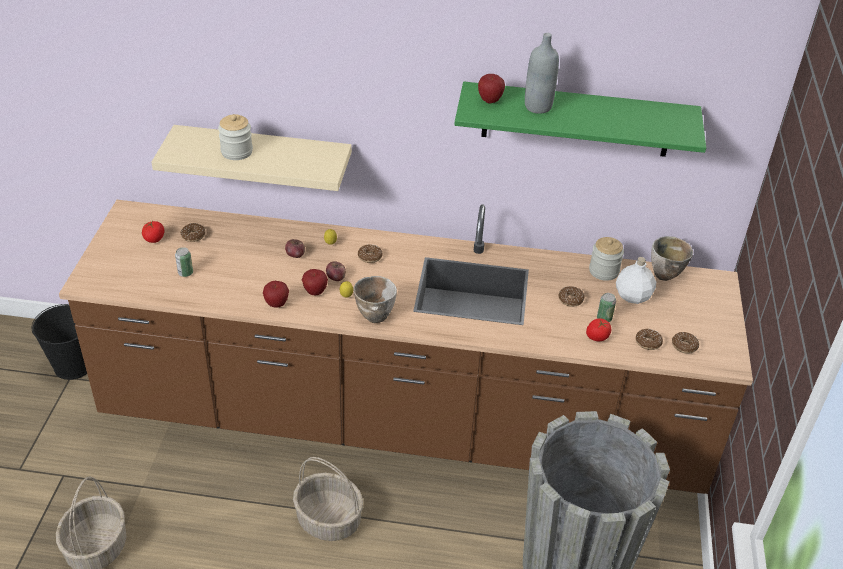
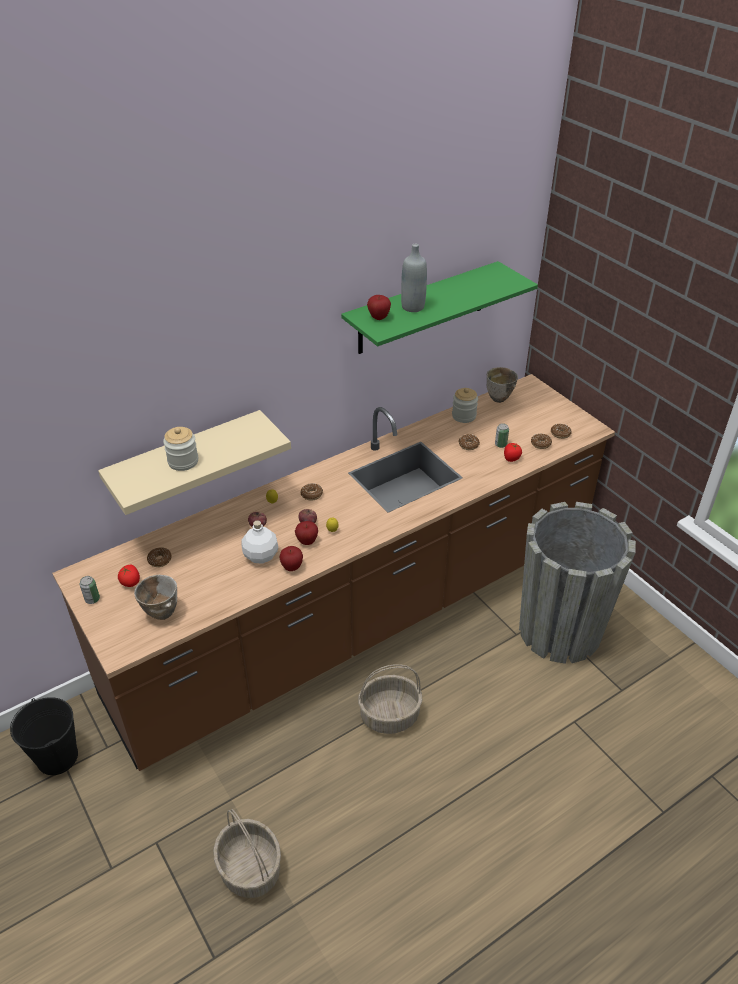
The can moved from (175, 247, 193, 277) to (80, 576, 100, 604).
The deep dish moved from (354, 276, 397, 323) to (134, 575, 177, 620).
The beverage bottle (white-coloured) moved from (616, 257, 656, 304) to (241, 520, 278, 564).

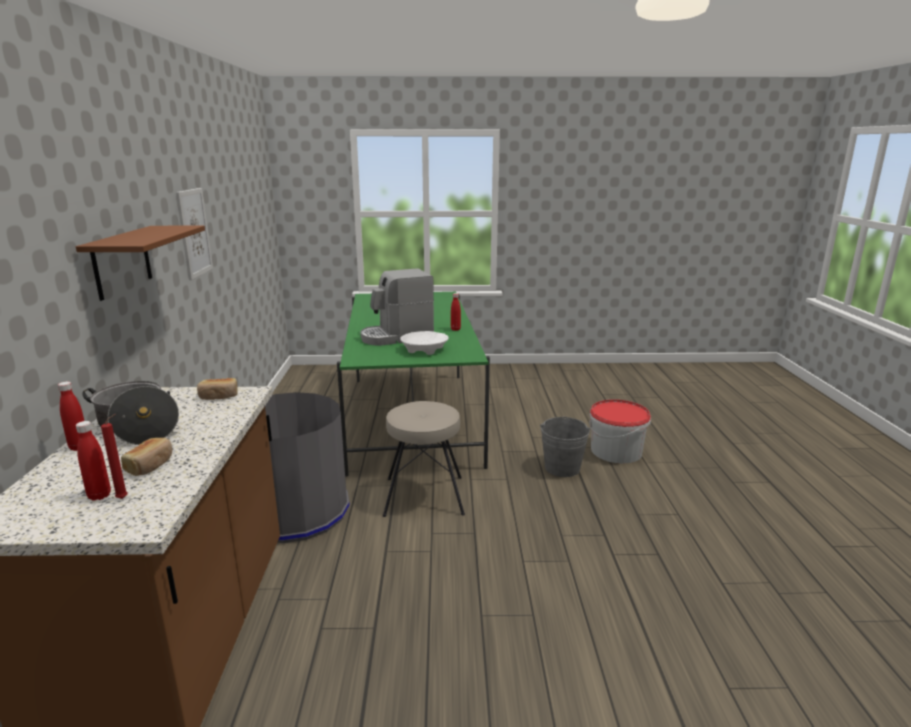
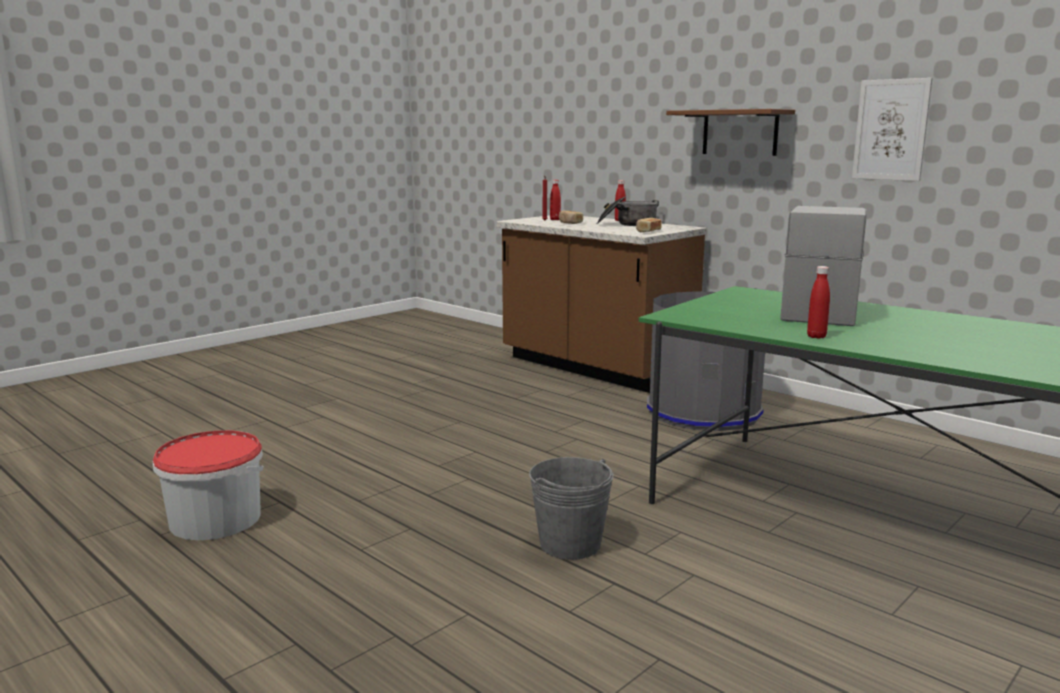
The pail moved from (589, 399, 651, 464) to (153, 430, 264, 540).
The sitting stool (beige-coloured) at (383, 401, 465, 517) disappeared.
The deep dish (white-coloured) at (400, 331, 449, 355) disappeared.

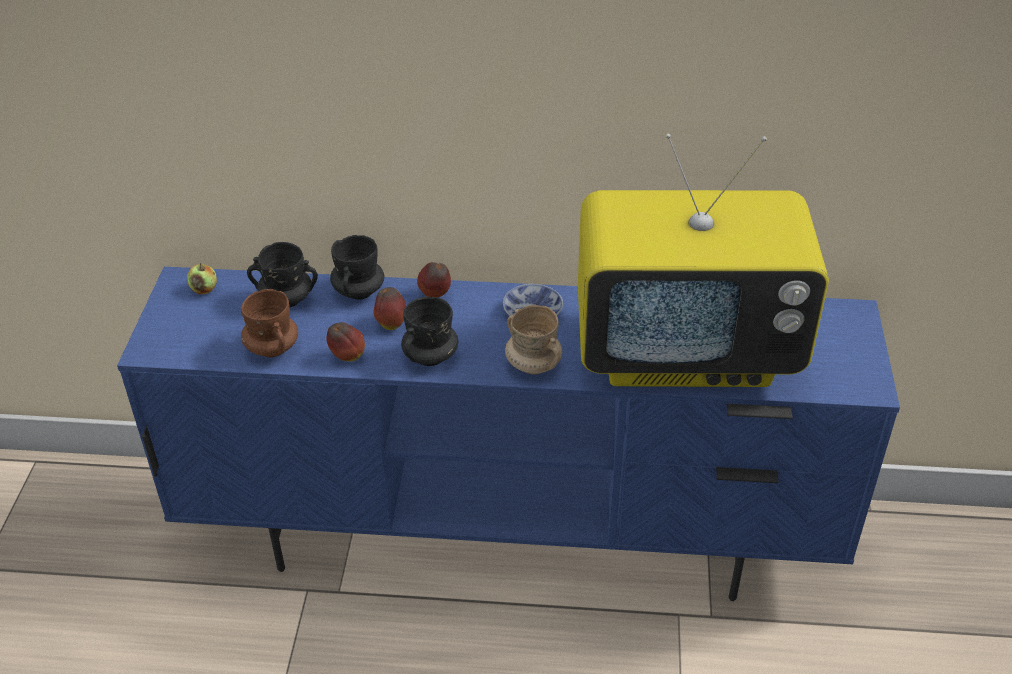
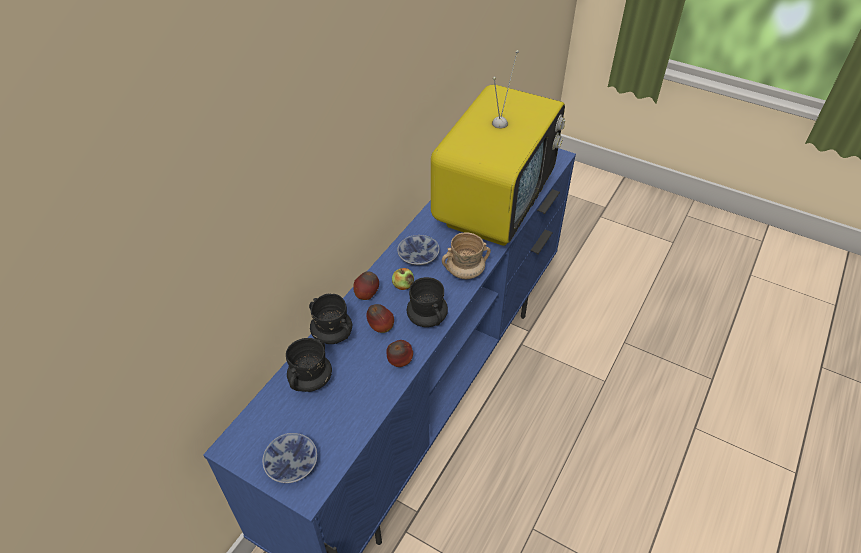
The deep dish at (262, 433, 317, 483) appeared.
The apple moved from (187, 263, 217, 294) to (392, 268, 414, 290).
The tea mug (brown) at (241, 289, 298, 357) disappeared.

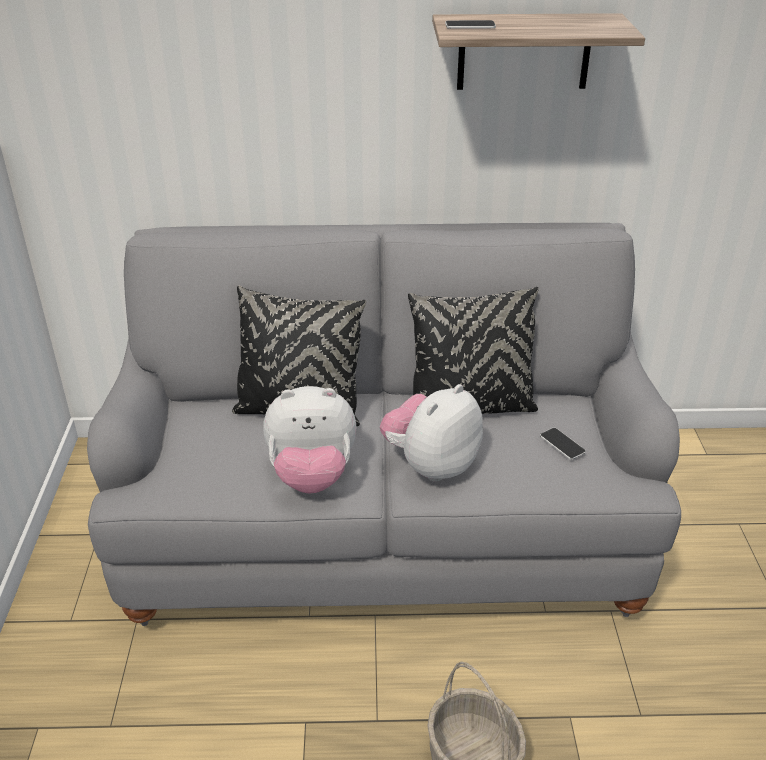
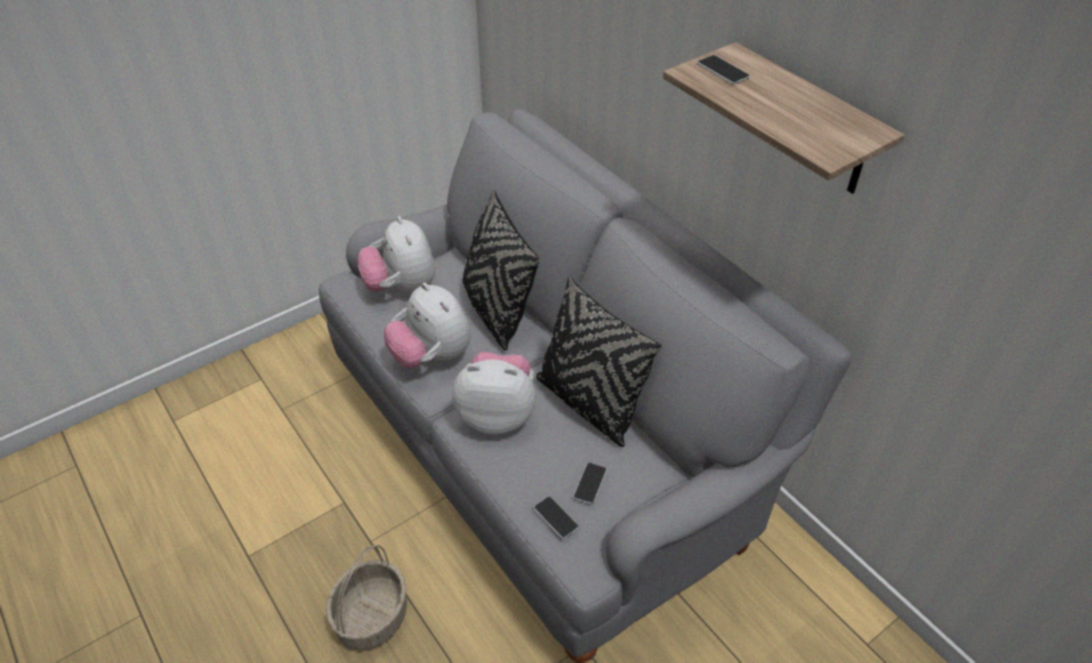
The soft toy at (358, 216, 435, 293) appeared.
The phone at (534, 496, 579, 539) appeared.

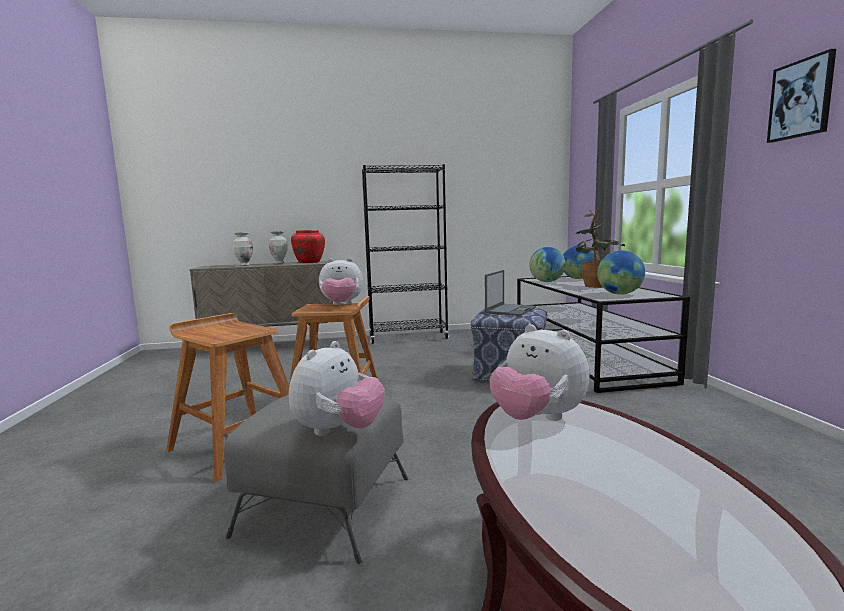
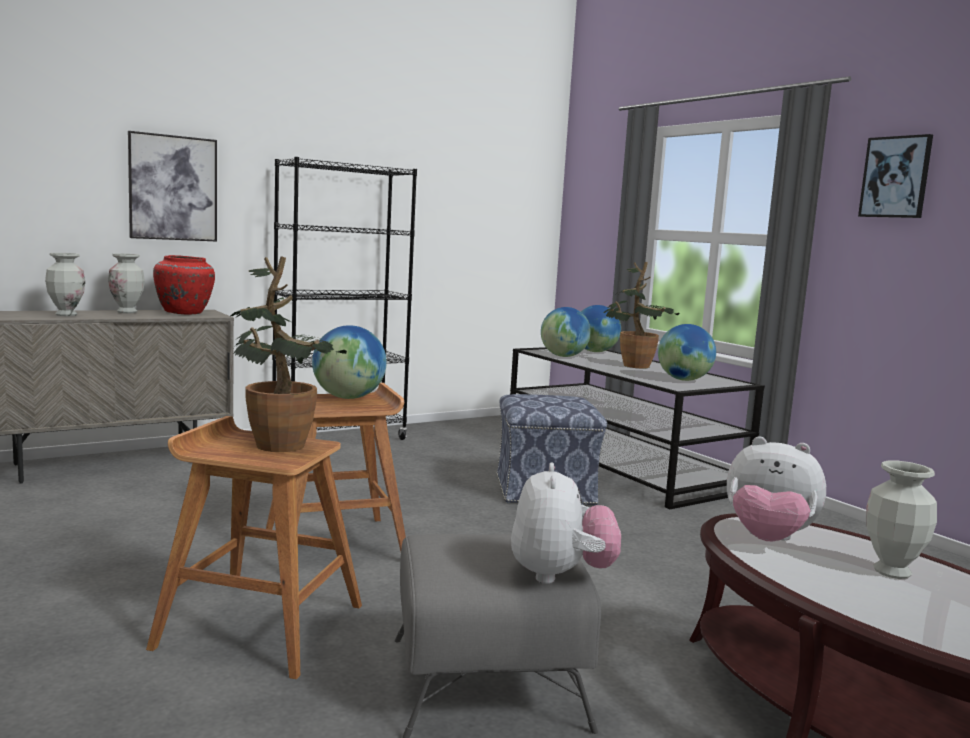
The wall art at (128, 131, 217, 241) appeared.
The plant in a pot at (230, 256, 347, 452) appeared.
The soft toy at (319, 258, 363, 305) was replaced by the world globe at (312, 325, 387, 399).
The vase at (866, 461, 937, 579) appeared.
The notebook computer at (485, 270, 536, 316) disappeared.

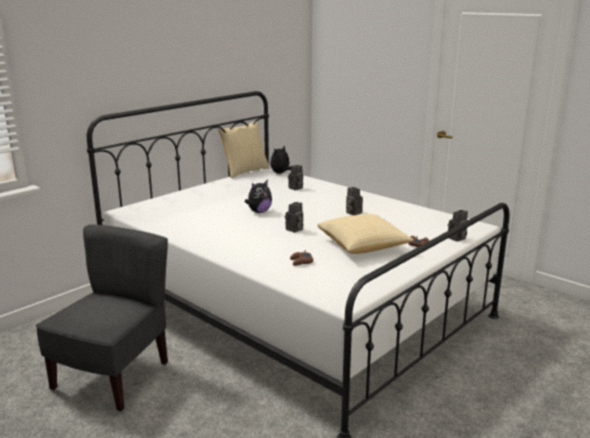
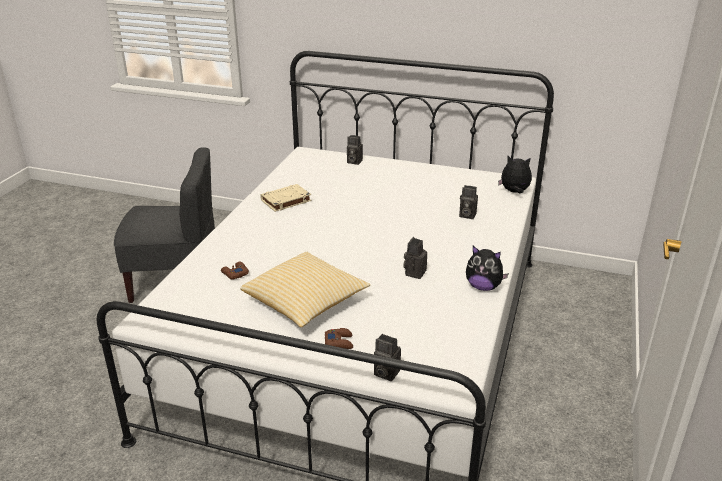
The bound book (beige-coloured) at (260, 184, 311, 212) appeared.
The still camera moved from (285, 202, 303, 233) to (347, 135, 363, 165).
The soft toy moved from (245, 180, 272, 213) to (466, 246, 509, 291).
The throw pillow at (218, 121, 270, 178) disappeared.

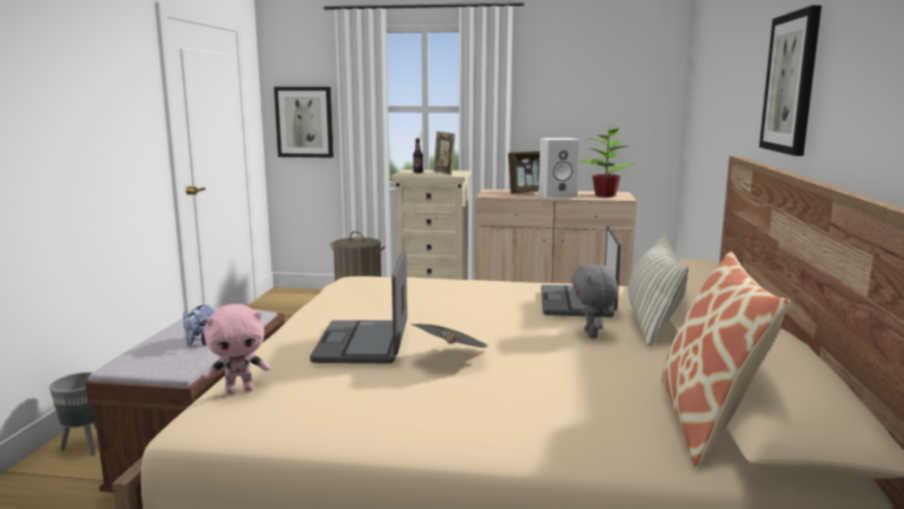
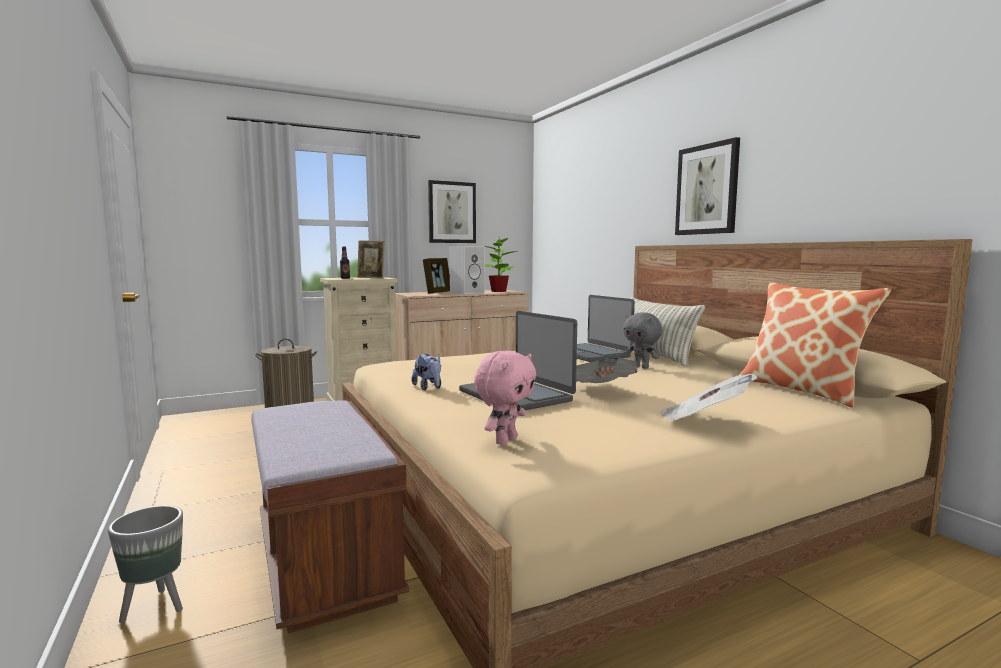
The soft toy moved from (183, 304, 214, 345) to (412, 354, 441, 390).
The wall art moved from (274, 87, 334, 158) to (428, 180, 476, 243).
The newspaper at (660, 374, 757, 421) appeared.

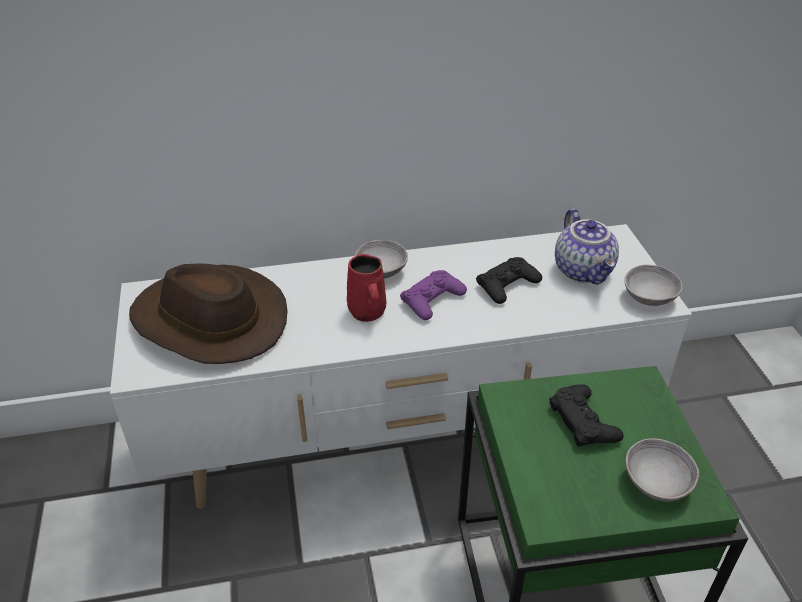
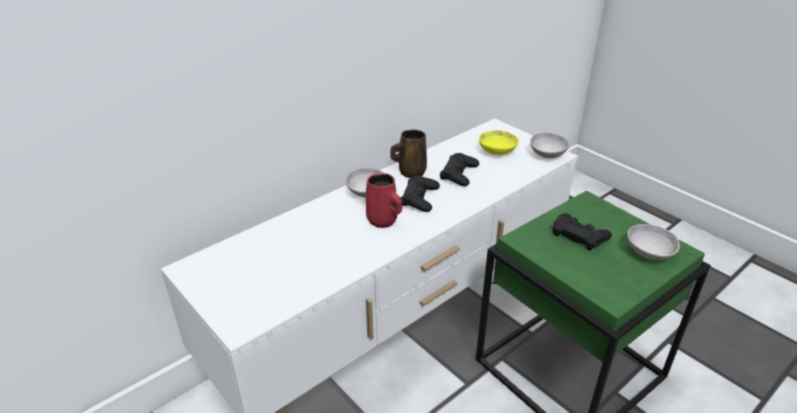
The tea mug (brown) at (390, 130, 427, 178) appeared.
The gamepad (purplish) at (400, 270, 467, 320) became the gamepad (black) at (401, 175, 440, 212).
The teapot at (555, 209, 619, 285) was replaced by the deep dish (yellowish) at (479, 130, 519, 155).
The hat (brown) at (129, 263, 288, 364) disappeared.

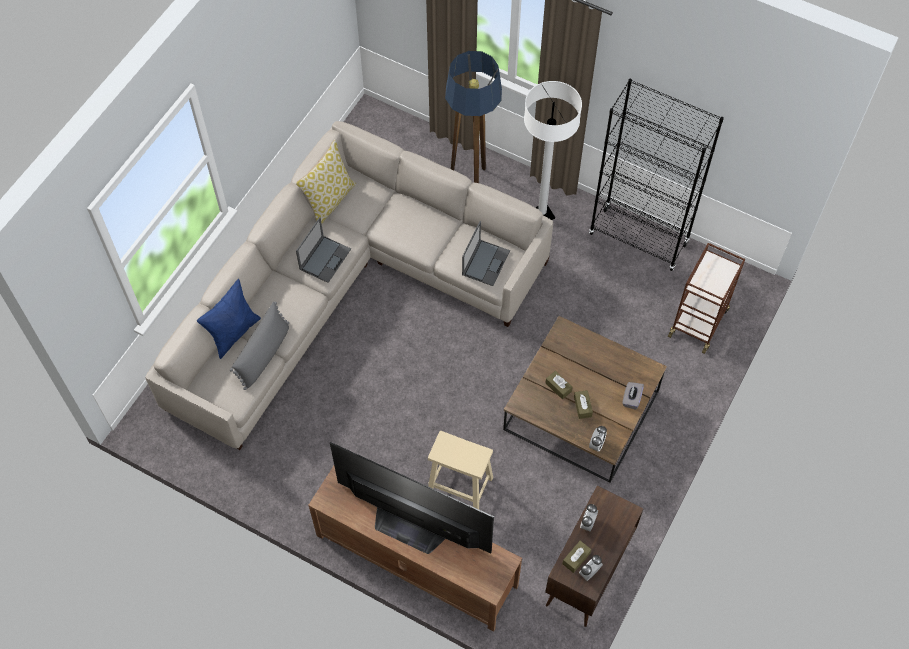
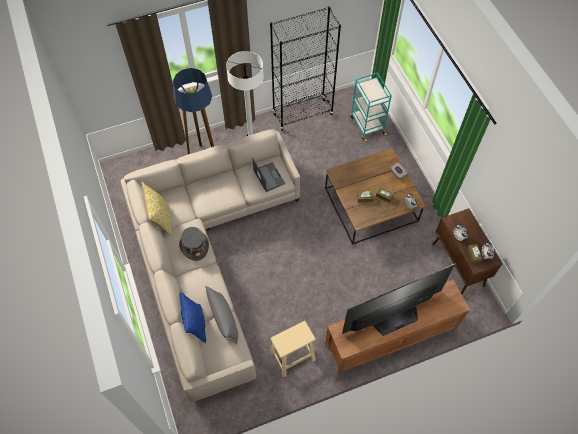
The notebook computer at (296, 217, 351, 283) was replaced by the hat (gray) at (179, 227, 209, 261).
The sitting stool (beige-coloured) moved from (428, 431, 493, 509) to (270, 321, 316, 377).
The trolley (brown) at (668, 243, 745, 354) became the trolley (turquoise-coloured) at (350, 73, 392, 142).

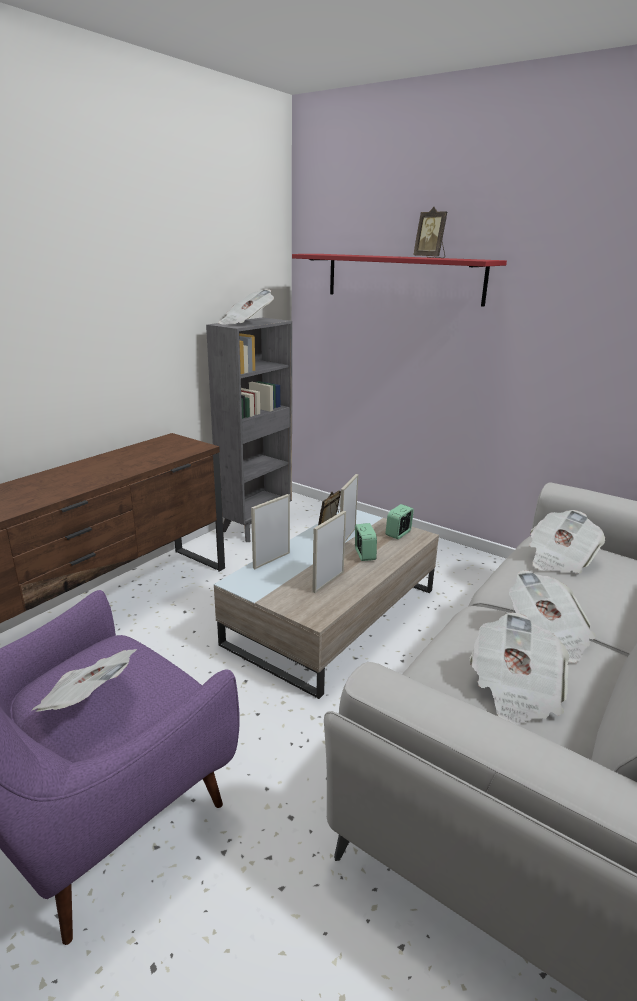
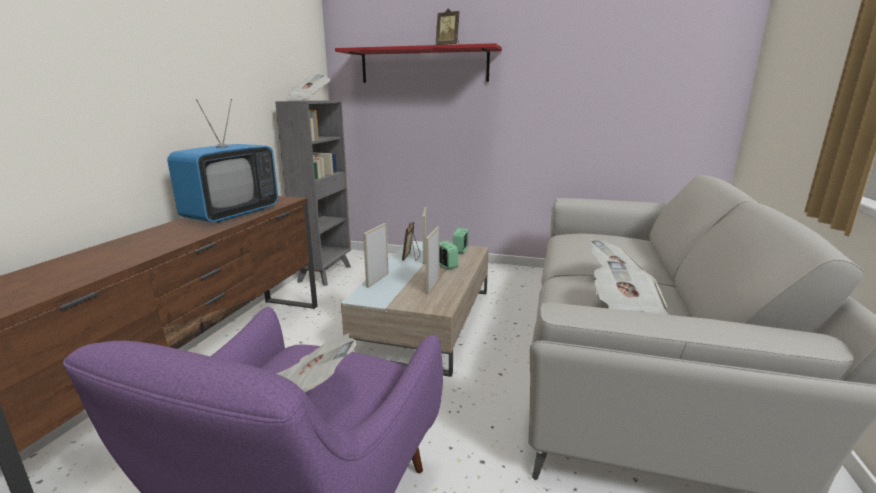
The TV at (167, 99, 279, 223) appeared.
The newspaper at (529, 510, 605, 574) disappeared.

